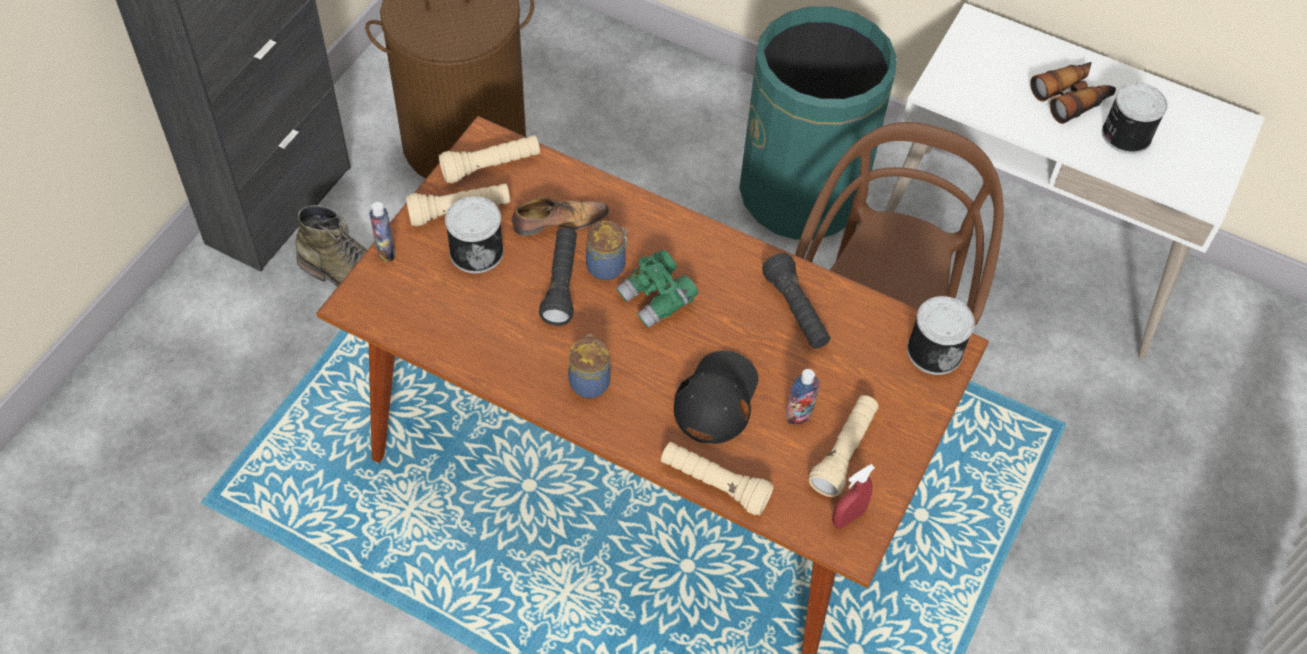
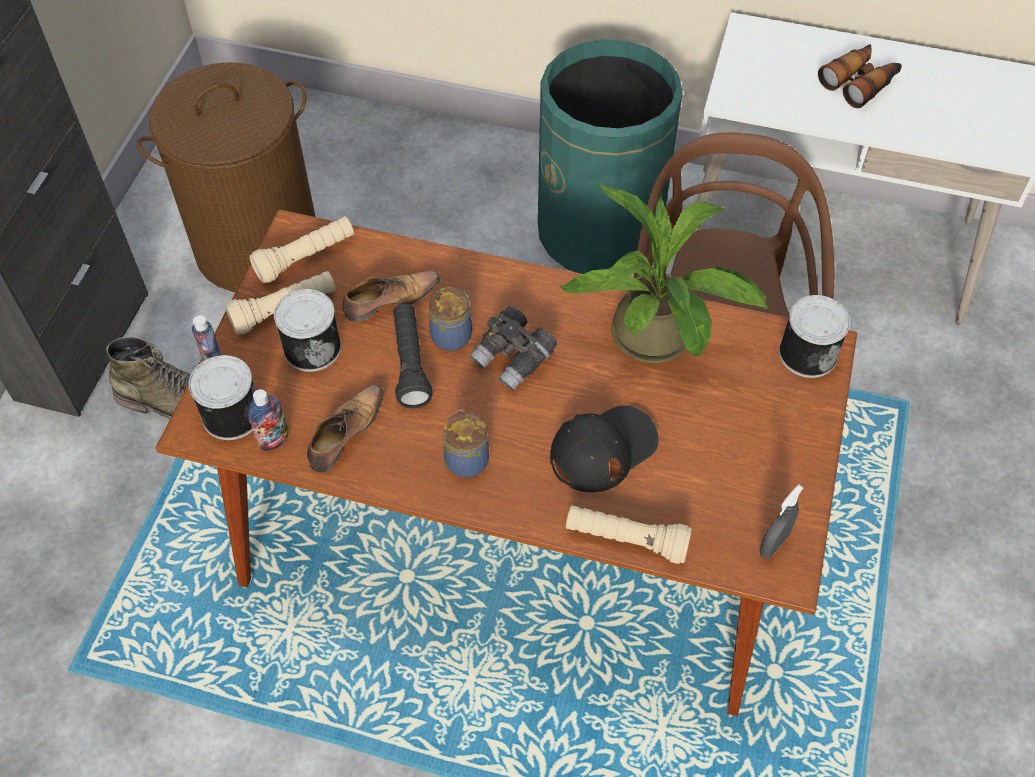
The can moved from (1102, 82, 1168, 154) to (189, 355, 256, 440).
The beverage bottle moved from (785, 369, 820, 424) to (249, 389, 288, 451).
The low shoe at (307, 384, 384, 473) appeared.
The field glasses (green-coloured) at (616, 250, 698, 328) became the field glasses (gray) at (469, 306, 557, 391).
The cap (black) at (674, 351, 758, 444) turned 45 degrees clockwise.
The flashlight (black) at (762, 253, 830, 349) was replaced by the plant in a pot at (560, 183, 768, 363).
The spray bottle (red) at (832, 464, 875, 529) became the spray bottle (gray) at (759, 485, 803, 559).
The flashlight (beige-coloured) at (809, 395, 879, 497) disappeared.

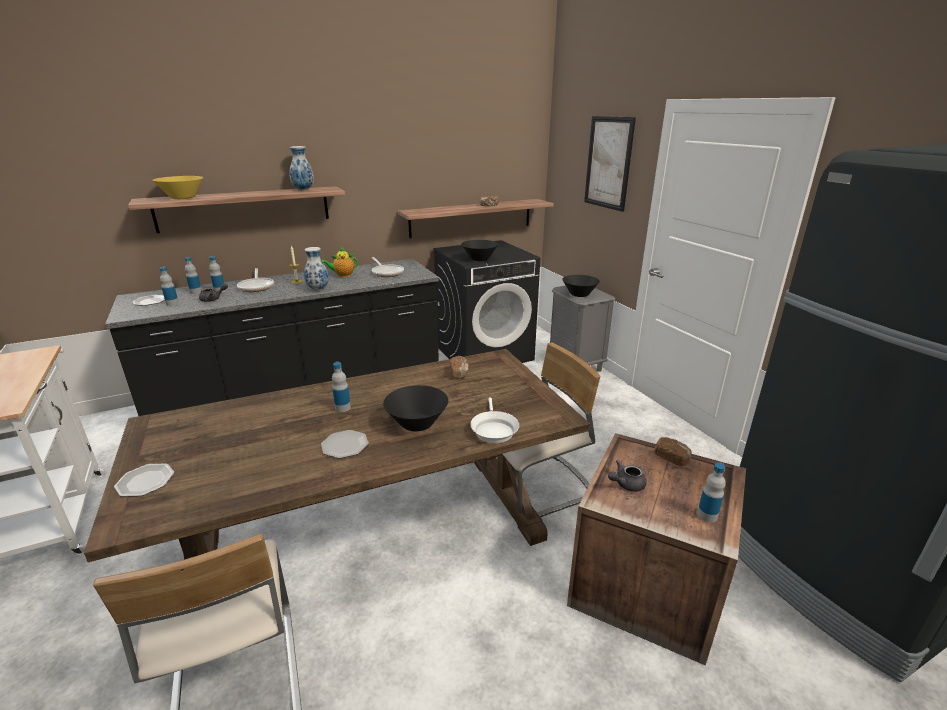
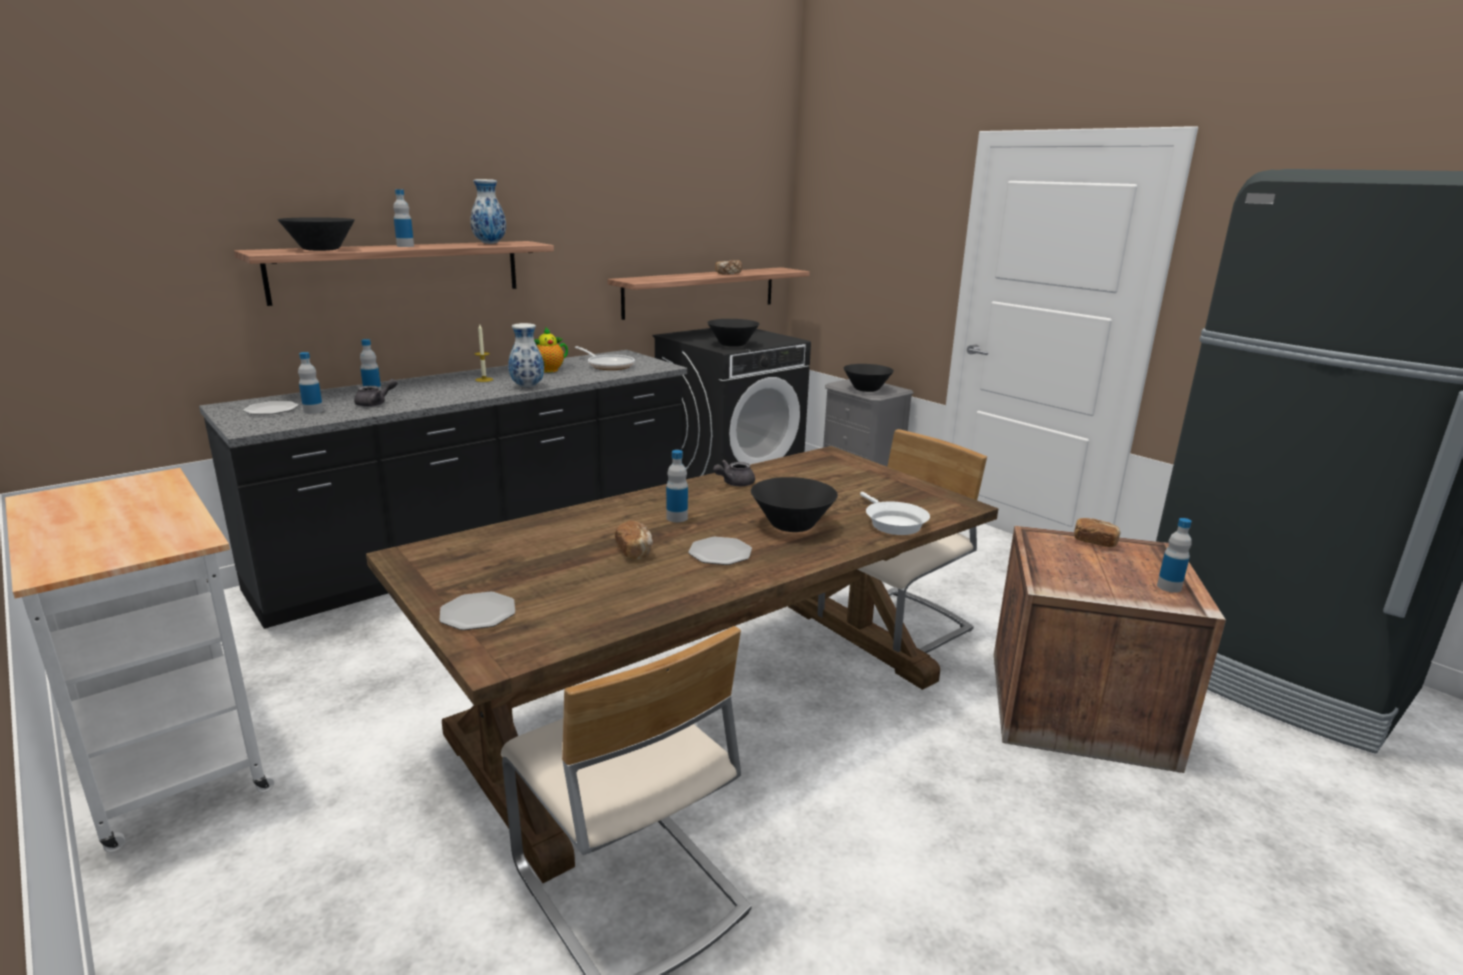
The deep dish (yellowish) at (153, 176, 203, 199) became the deep dish (black) at (278, 217, 355, 251).
The beverage bottle moved from (185, 257, 201, 294) to (393, 189, 414, 247).
The bakery bread moved from (450, 356, 469, 379) to (615, 521, 653, 559).
The teapot (gray) moved from (608, 460, 646, 492) to (713, 460, 755, 486).
The skillet at (237, 268, 274, 292) disappeared.
The wall art at (584, 116, 636, 212) disappeared.

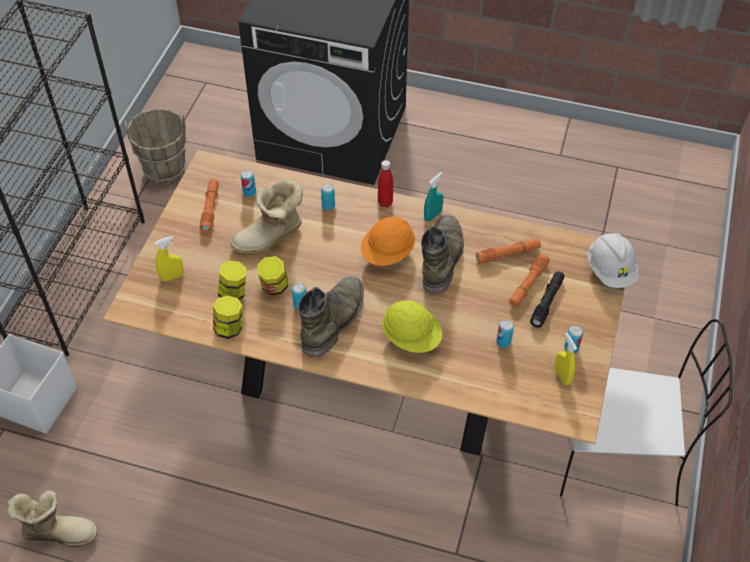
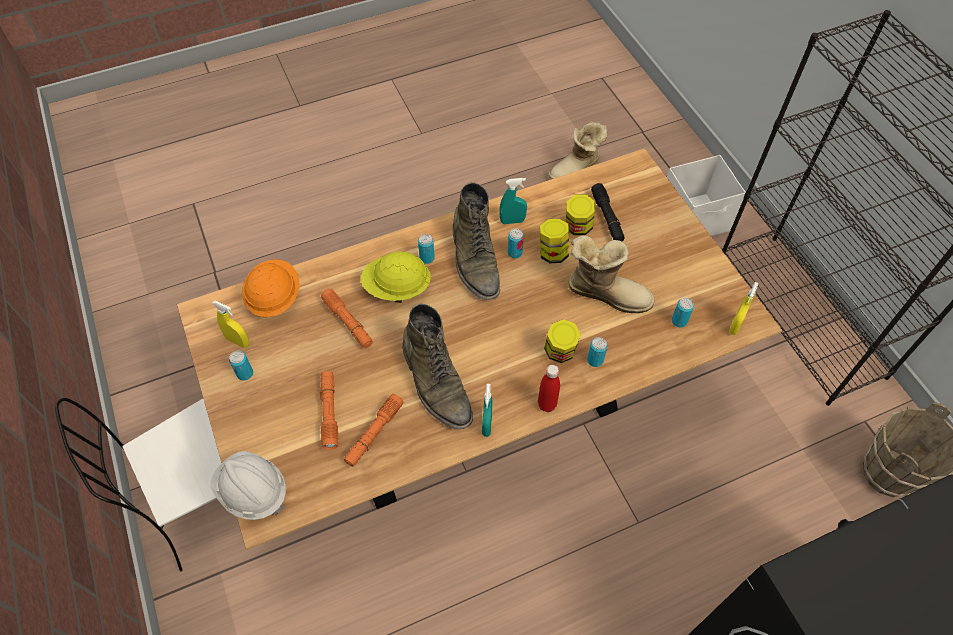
The safety helmet (orangey) moved from (361, 216, 415, 266) to (242, 259, 299, 317).
The flashlight (orangey) moved from (200, 179, 219, 233) to (321, 289, 373, 349).
The can moved from (496, 320, 514, 348) to (418, 234, 435, 264).
The spray bottle (turquoise-coloured) at (499, 178, 527, 224) appeared.
The preserve jar moved from (213, 295, 243, 339) to (544, 319, 581, 363).
The high-top boot at (230, 180, 303, 254) turned 90 degrees clockwise.
The flashlight (black) moved from (530, 271, 564, 328) to (591, 183, 625, 241).
The spray bottle (yellowish) moved from (155, 236, 184, 282) to (729, 282, 759, 335).

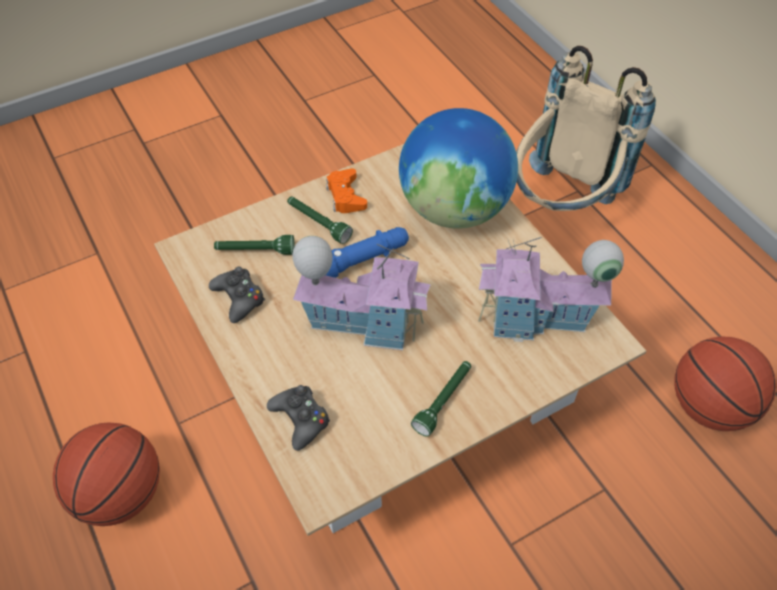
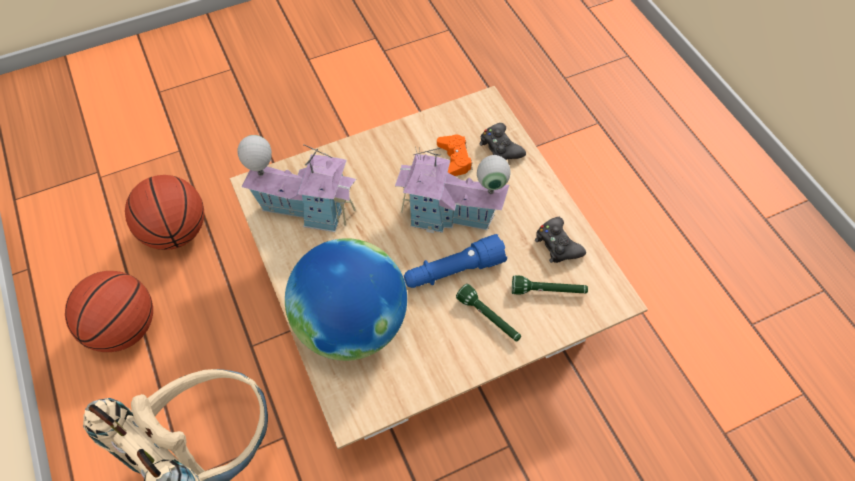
The ball for basketball moved from (53, 422, 160, 526) to (65, 271, 153, 352).
The gamepad (orangey) moved from (326, 168, 367, 213) to (437, 134, 472, 176).
The flashlight (green-coloured) at (411, 361, 471, 437) disappeared.

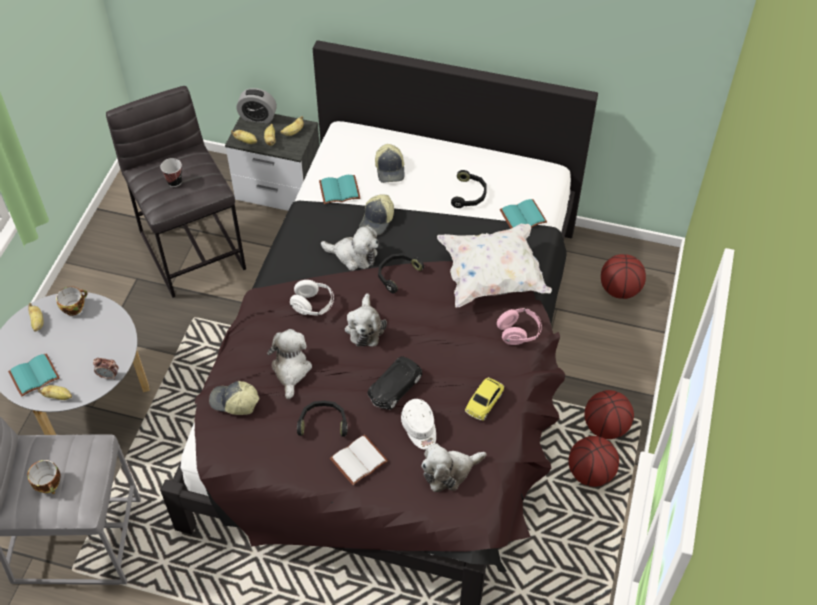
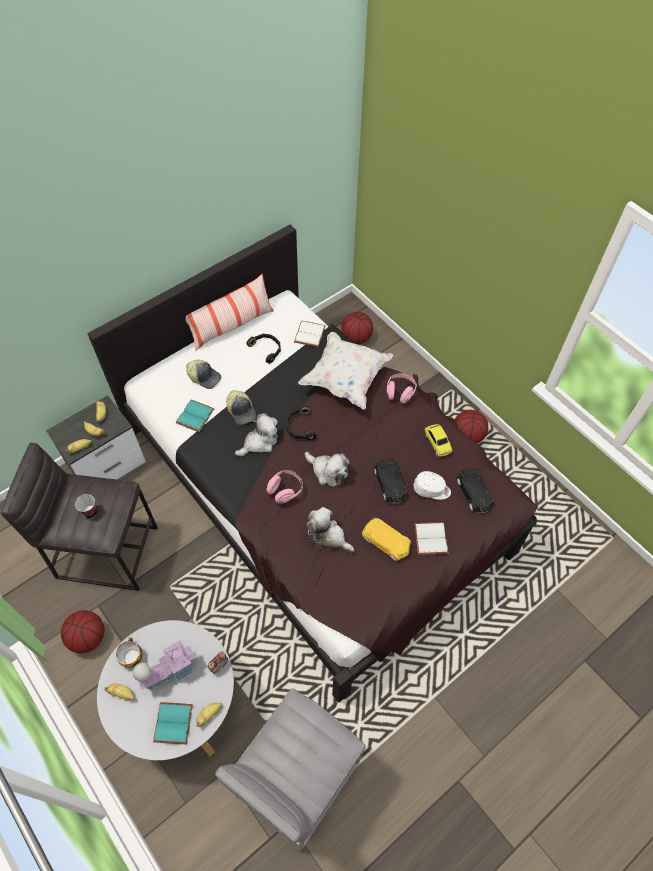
The ball for basketball moved from (584, 390, 634, 439) to (61, 610, 104, 653).
The toy house at (132, 640, 196, 690) appeared.
The throw pillow at (186, 274, 274, 350) appeared.
The headphones (white-coloured) at (290, 280, 334, 316) became the headphones (pink) at (267, 470, 303, 504).
The bound book (turquoise-coloured) at (500, 199, 547, 228) became the bound book (white-coloured) at (294, 321, 326, 347).
The headphones (black) at (297, 401, 348, 437) was replaced by the toy car (yellowish) at (362, 518, 411, 561).
The soft toy at (421, 443, 486, 492) was replaced by the toy car (black) at (456, 468, 494, 513).
The small cup at (27, 460, 61, 494) disappeared.
The cap at (209, 381, 260, 415) disappeared.
The bedside clock at (237, 88, 277, 124) disappeared.

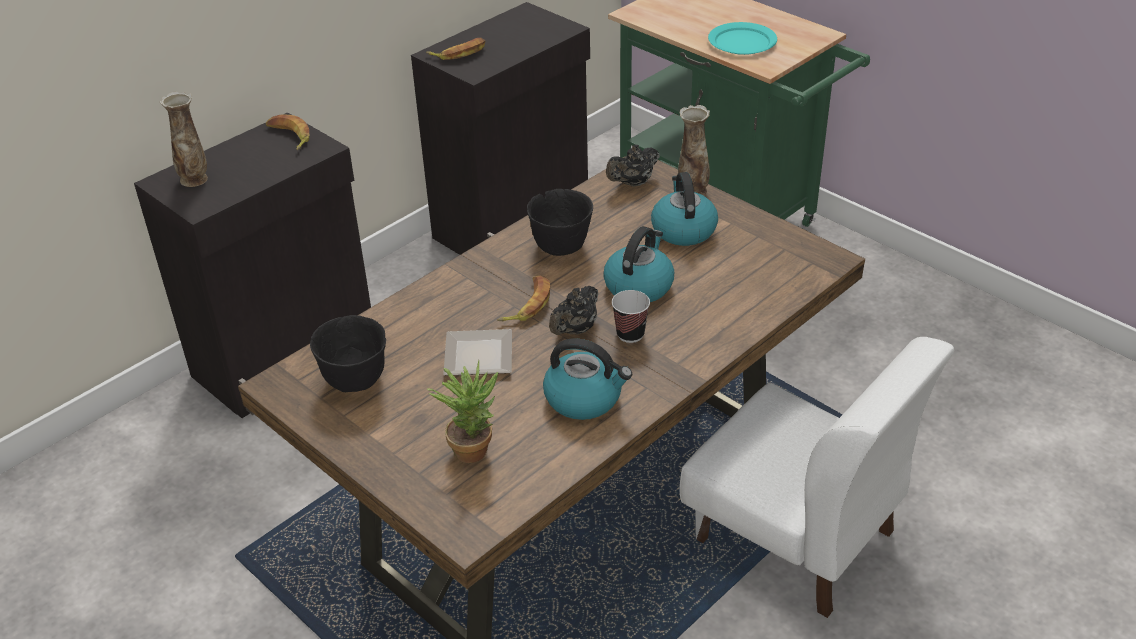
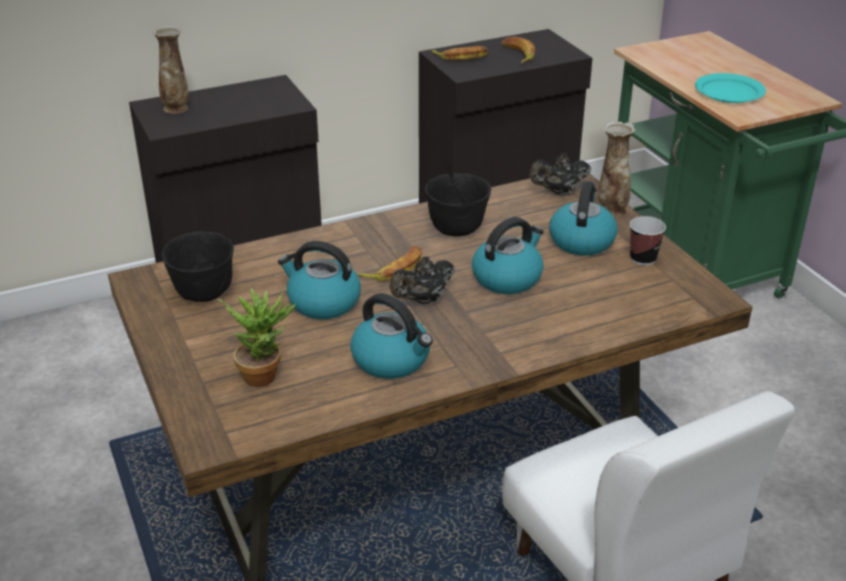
The dinner plate at (443, 329, 512, 376) was replaced by the kettle at (278, 241, 361, 319).
The whole banana moved from (265, 114, 309, 150) to (501, 36, 535, 63).
The small cup moved from (612, 290, 650, 343) to (630, 216, 666, 266).

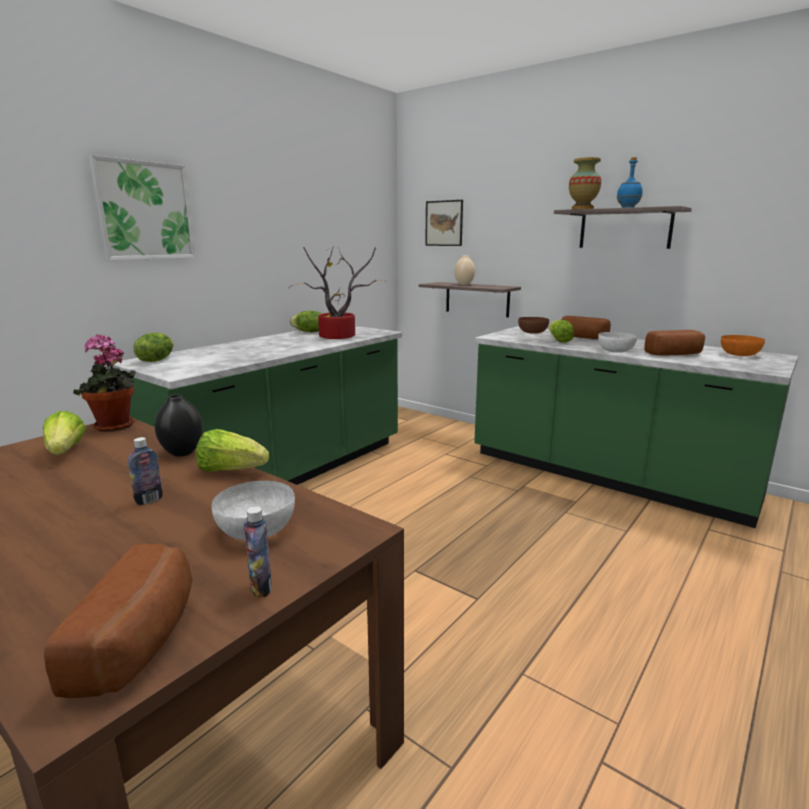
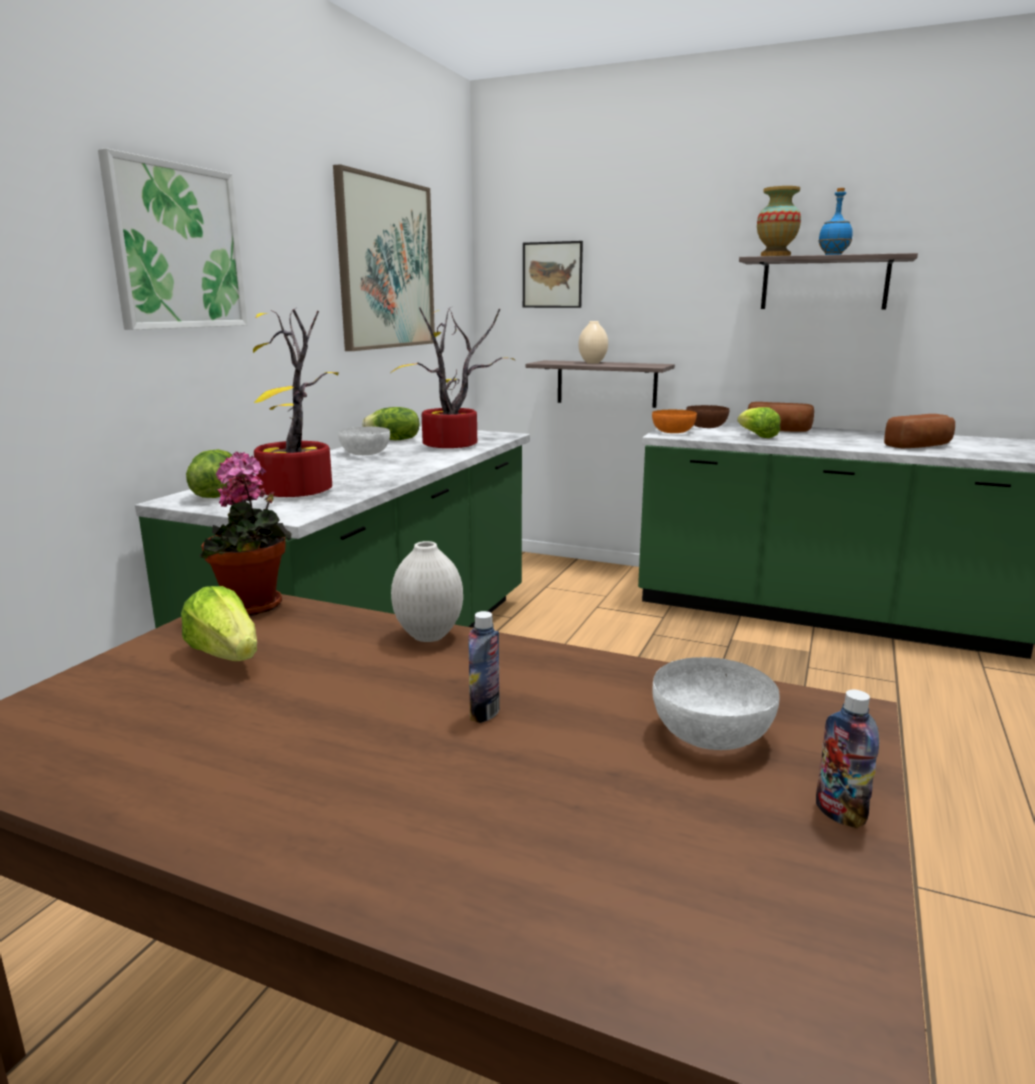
The plant in a pot at (253, 308, 339, 497) appeared.
The wall art at (333, 164, 435, 351) appeared.
The deep dish (white-coloured) moved from (598, 332, 637, 353) to (338, 426, 390, 455).
The vase (black) at (155, 394, 203, 457) became the vase (white-coloured) at (391, 541, 463, 642).
The deep dish (orangey) moved from (721, 335, 765, 356) to (652, 409, 697, 433).
The bakery bread at (44, 544, 192, 698) disappeared.
The head of lettuce at (196, 429, 269, 472) disappeared.

